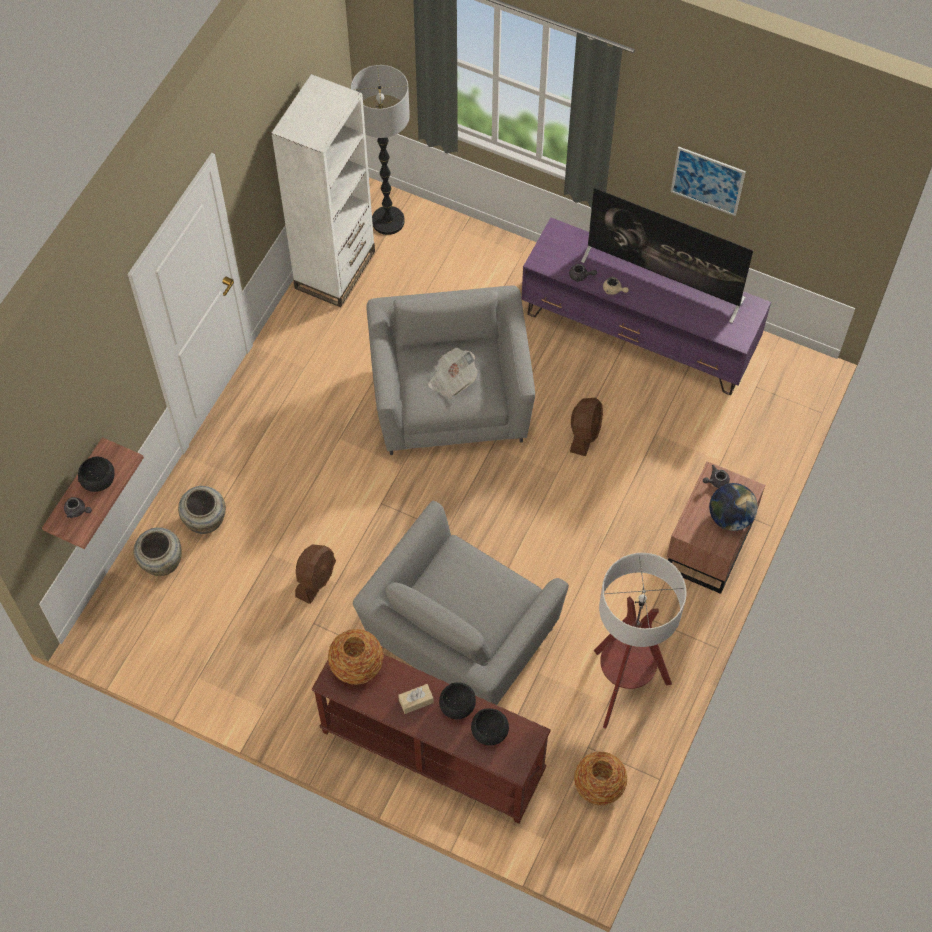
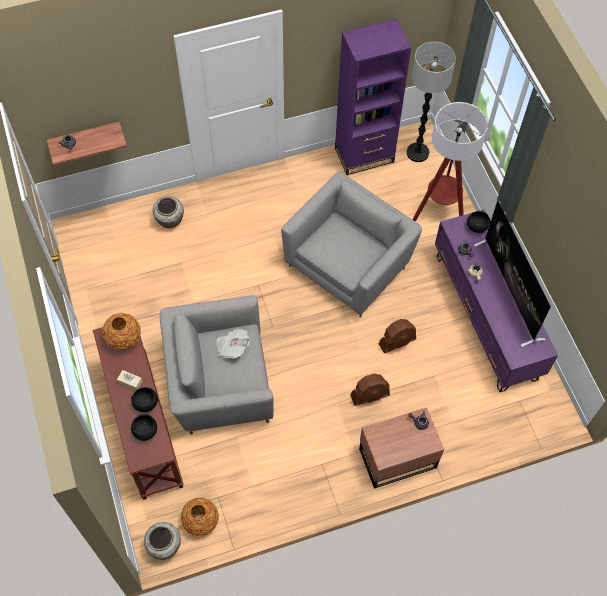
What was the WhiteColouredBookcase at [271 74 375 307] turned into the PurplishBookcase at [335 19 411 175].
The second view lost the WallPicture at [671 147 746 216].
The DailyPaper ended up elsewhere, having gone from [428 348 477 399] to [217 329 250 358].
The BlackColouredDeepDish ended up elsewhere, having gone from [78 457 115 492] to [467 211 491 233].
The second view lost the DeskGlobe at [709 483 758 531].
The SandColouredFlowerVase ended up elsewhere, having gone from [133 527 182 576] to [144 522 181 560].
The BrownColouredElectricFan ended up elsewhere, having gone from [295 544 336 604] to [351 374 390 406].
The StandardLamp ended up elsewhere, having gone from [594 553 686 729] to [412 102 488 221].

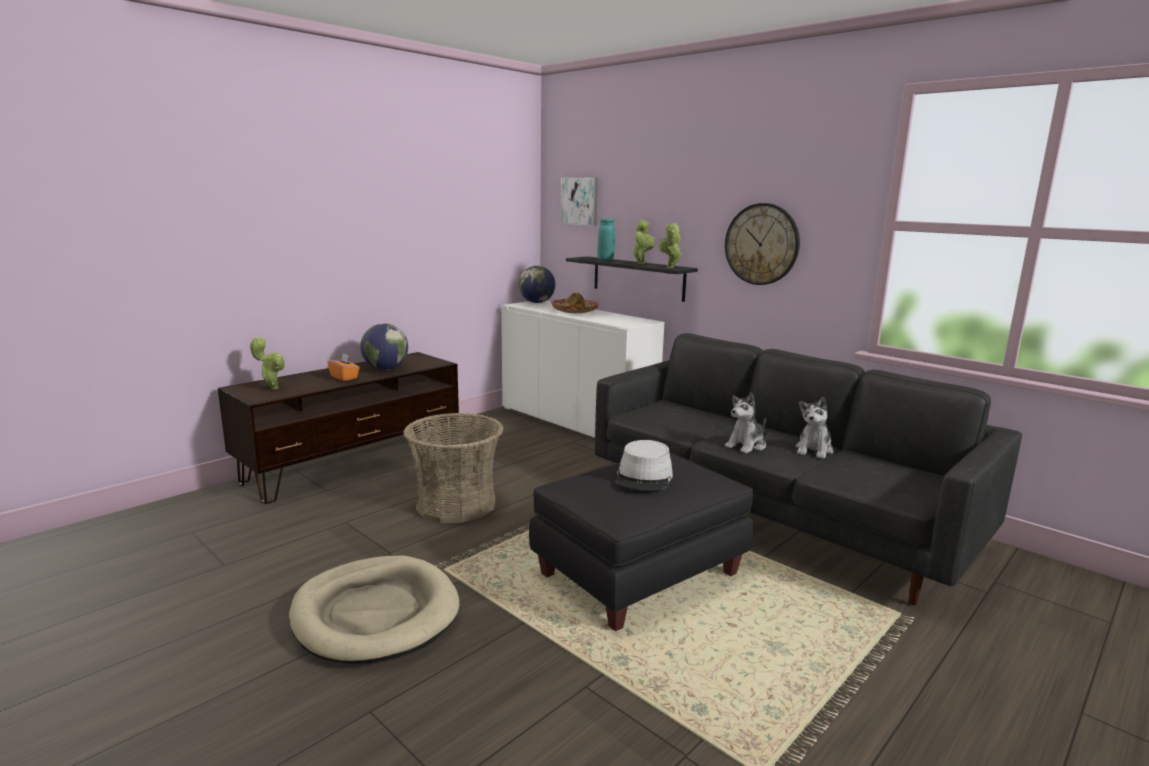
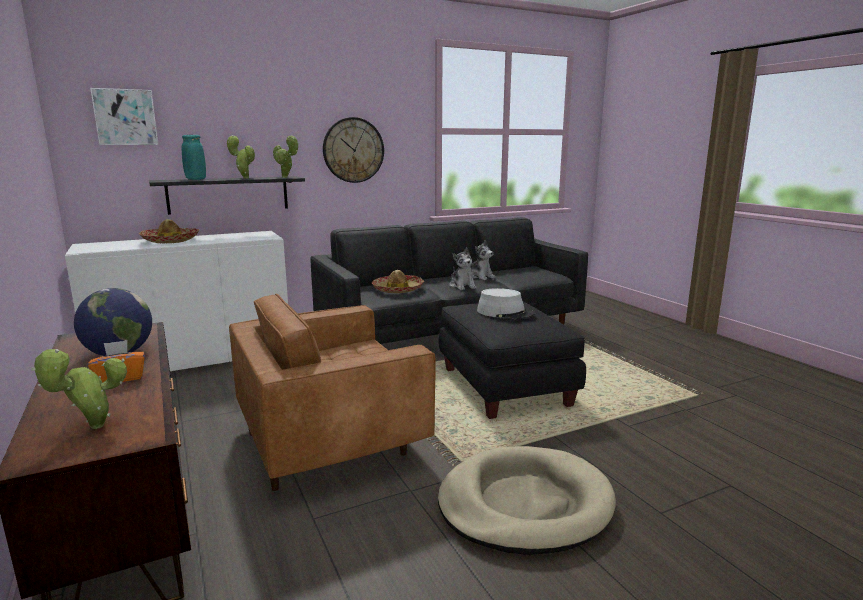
The second view lost the DeskGlobe at [519 266 556 303].
Where the StorageBasket stood at [403 413 504 523], the BrownColouredLoungeChair came to stand at [229 293 436 492].
The second view gained the WearableHat at [372 270 424 293].

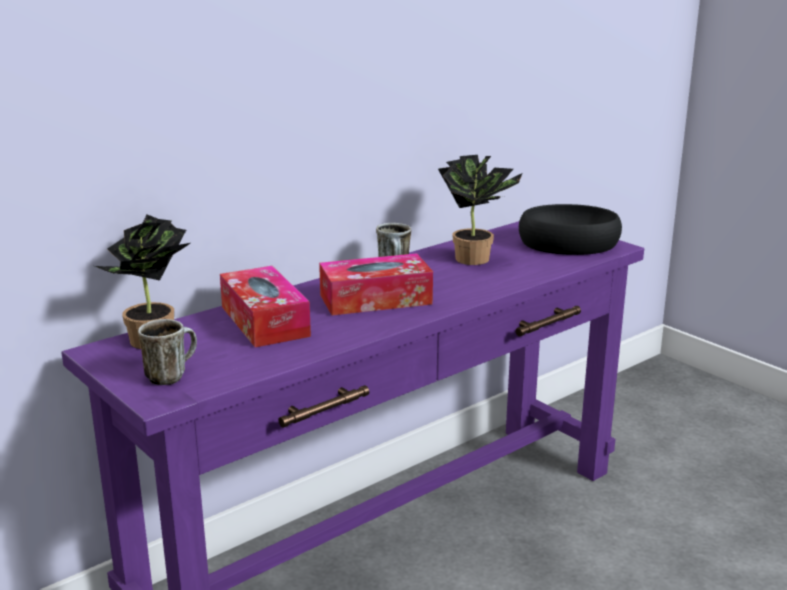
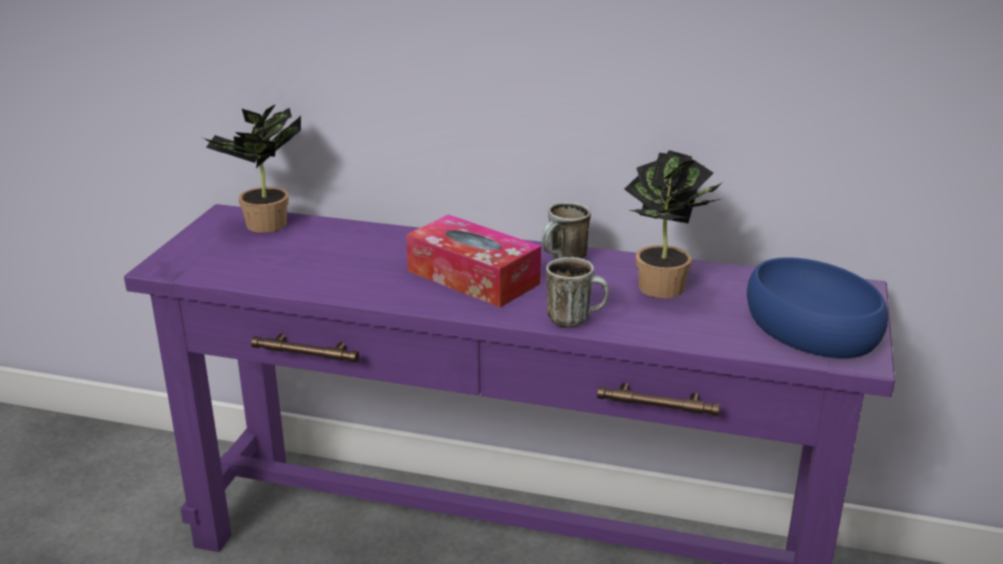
What was the BlackColouredDeepDish at [519 204 622 255] turned into the BluishDeepDish at [747 257 888 358].
The second view lost the BoxOfTissues at [220 266 311 347].
The CoffeeMug ended up elsewhere, having gone from [138 319 197 385] to [546 257 609 328].

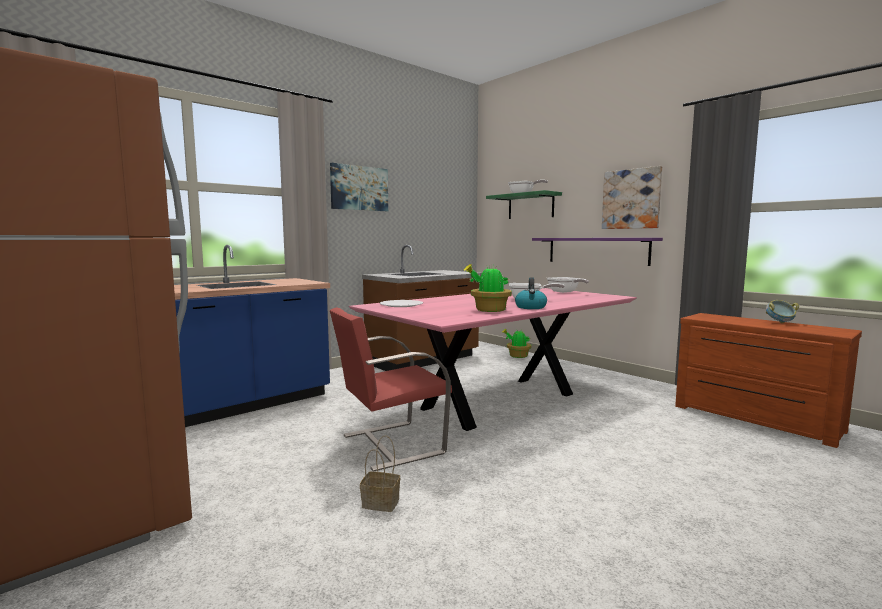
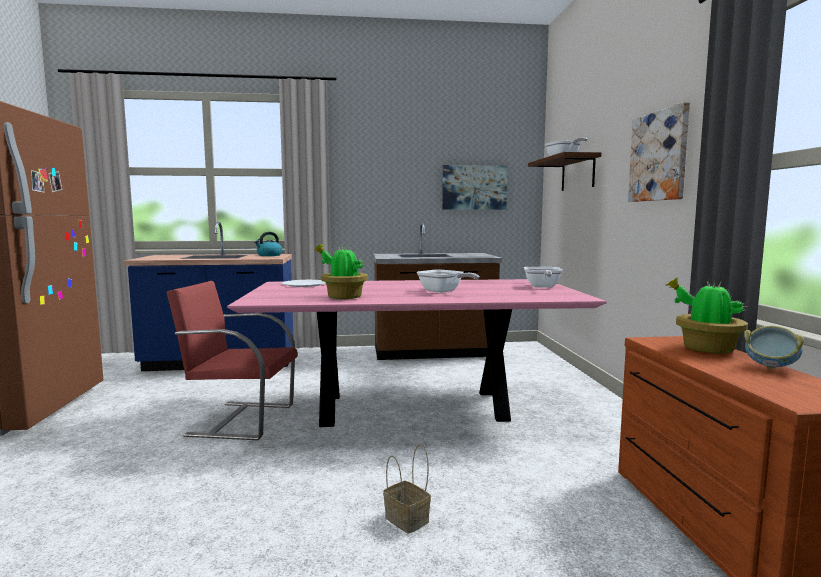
The WallPicture ended up elsewhere, having gone from [330 163 388 211] to [442 165 508 210].
What was the GreenColouredWallShelf at [486 190 562 219] turned into the BrownColouredWallShelf at [528 152 601 191].
The second view lost the PurplishWallShelf at [532 238 663 266].
The WaterKettle ended up elsewhere, having gone from [515 278 547 309] to [254 232 283 256].
The Houseplant ended up elsewhere, having gone from [502 329 532 358] to [665 277 748 354].
The StorageBasket ended up elsewhere, having gone from [360 435 400 512] to [383 444 431 534].

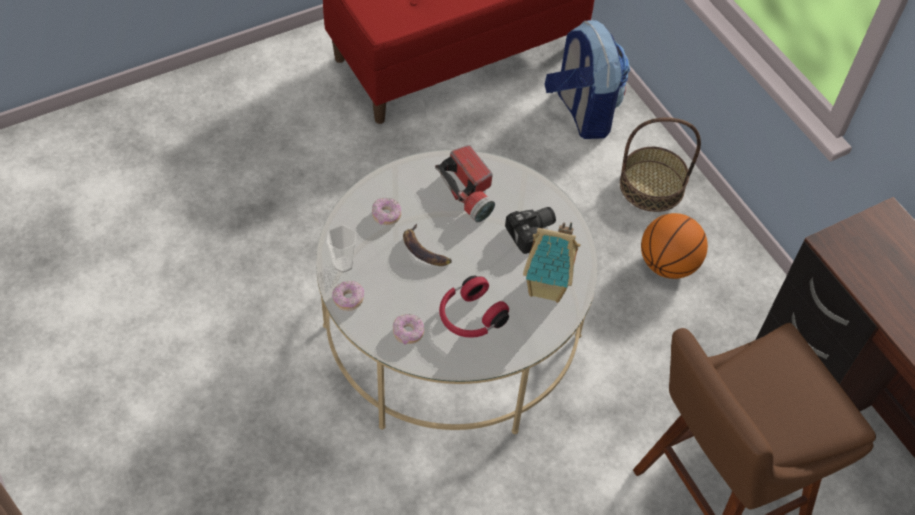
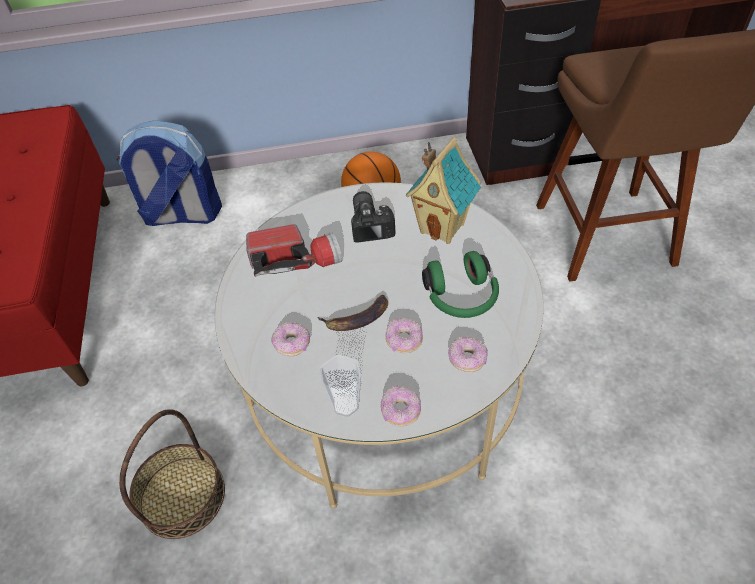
The StorageBasket ended up elsewhere, having gone from [620 118 701 212] to [119 409 225 539].
What was the RedColouredHeadphones at [439 276 509 338] turned into the GreenColouredHeadphones at [422 251 499 318].
The second view gained the RingDoughnut at [385 318 423 353].

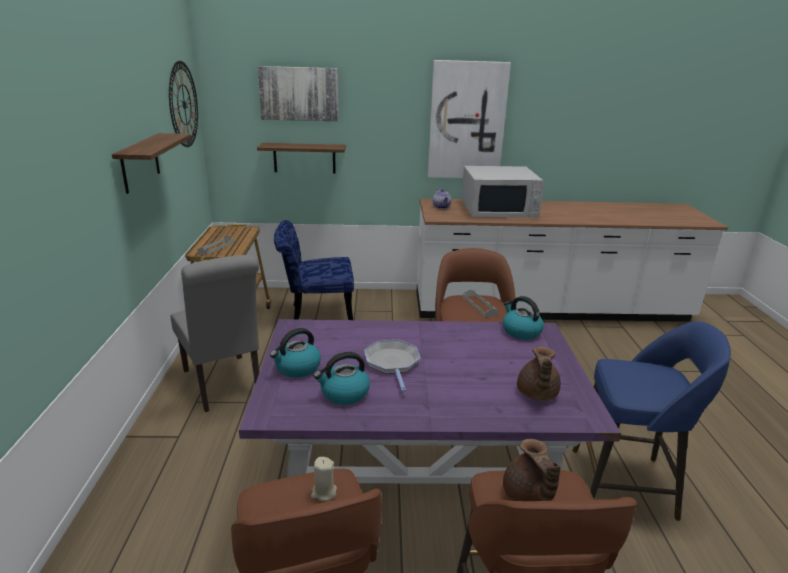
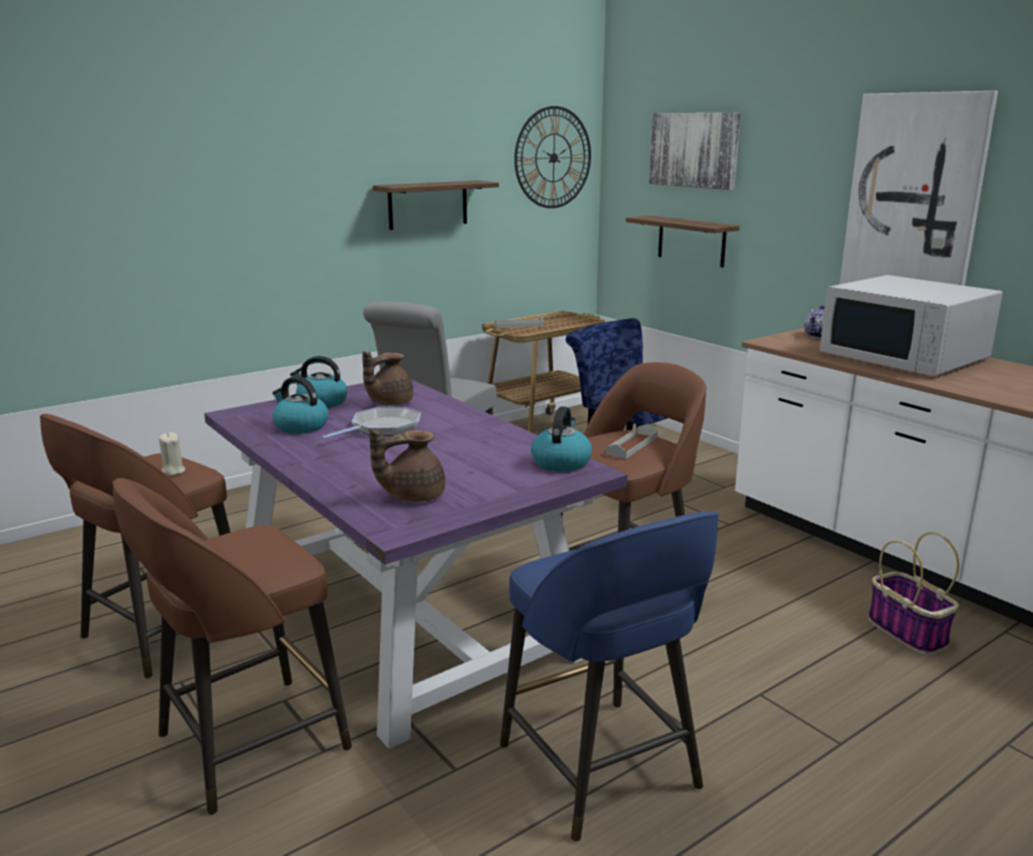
The BrownColouredPotForTea ended up elsewhere, having gone from [503 439 561 501] to [362 351 413 406].
The second view gained the StorageBasket at [868 532 959 655].

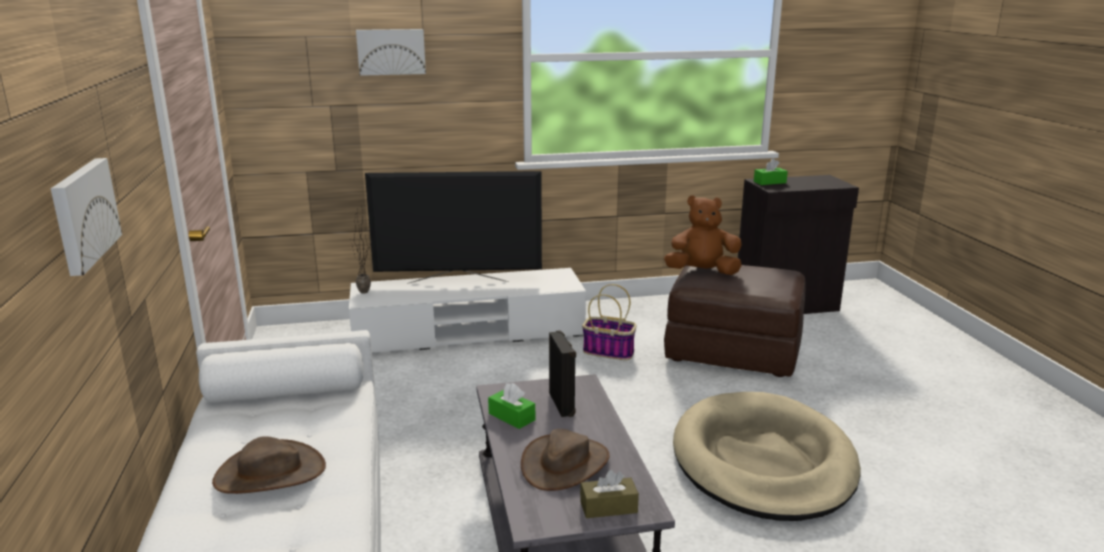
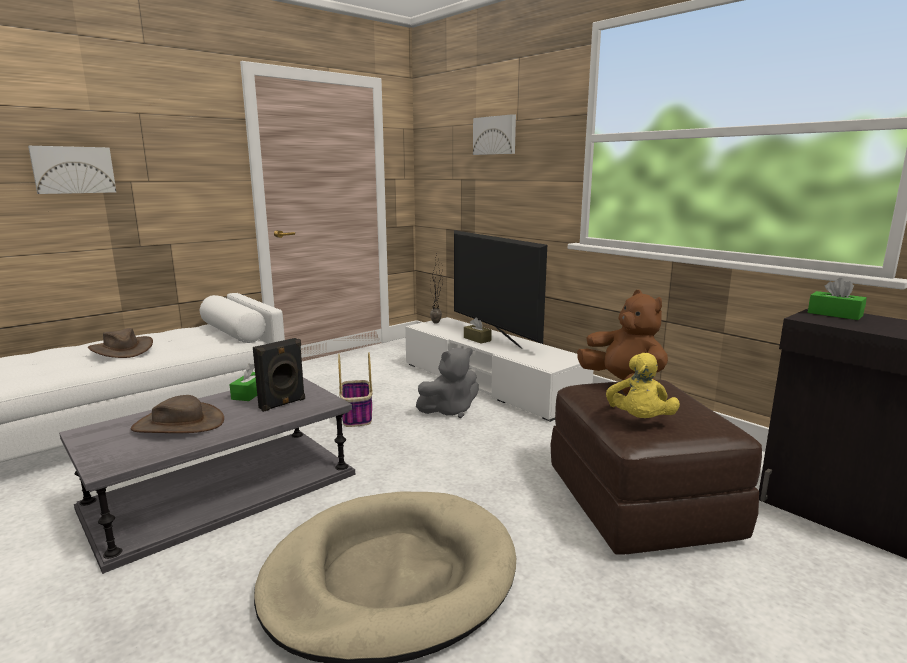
The StorageBasket ended up elsewhere, having gone from [582 284 636 360] to [338 352 373 427].
The BrownColouredBoxOfTissues ended up elsewhere, having gone from [580 470 639 518] to [464 318 492 344].
The second view gained the GreyPlushToy at [416 348 478 418].
The second view gained the YellowishPlushToy at [606 353 680 418].

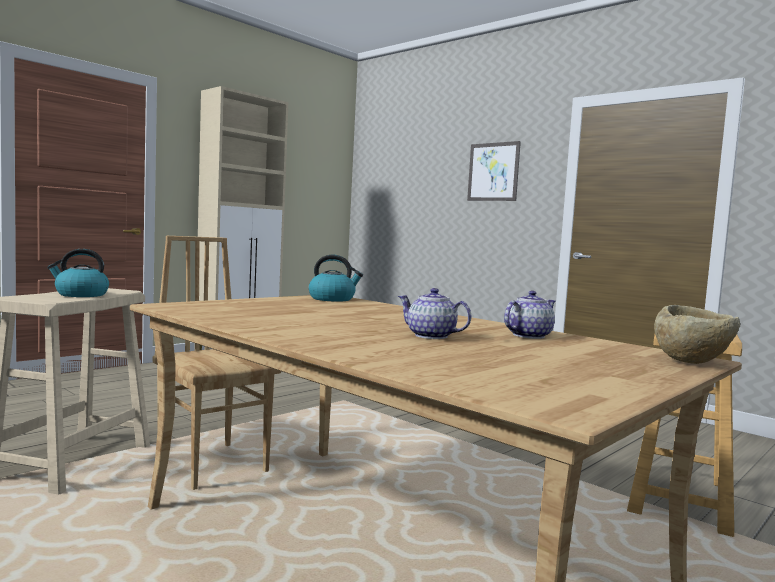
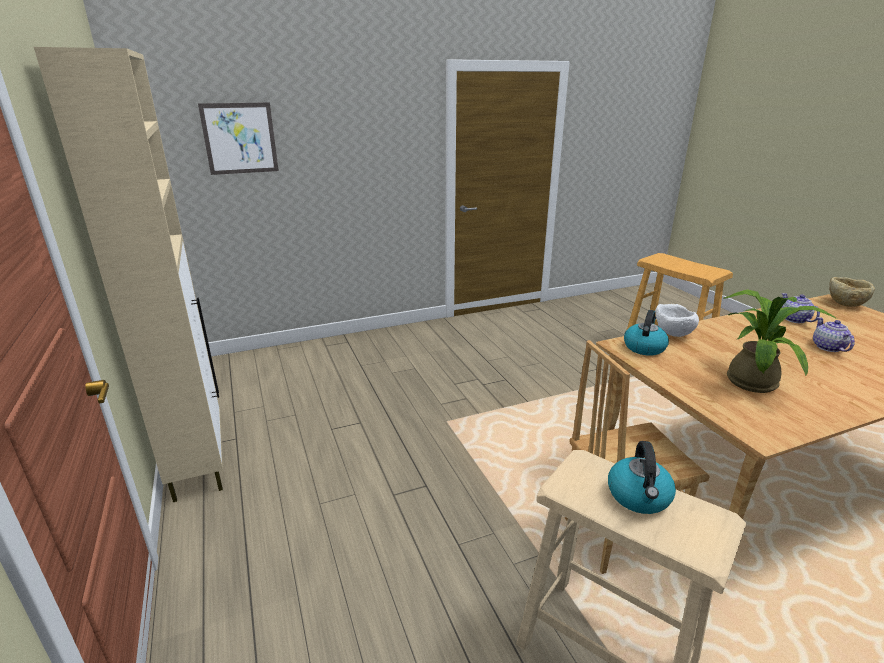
The WallPicture ended up elsewhere, having gone from [467 141 521 201] to [198 102 279 175].
The PotForTea at [398 288 472 339] ended up facing another way, 120 degrees clockwise from before.
The second view gained the Houseplant at [724 289 837 393].
The second view gained the WhiteColouredDeepDish at [655 304 699 337].

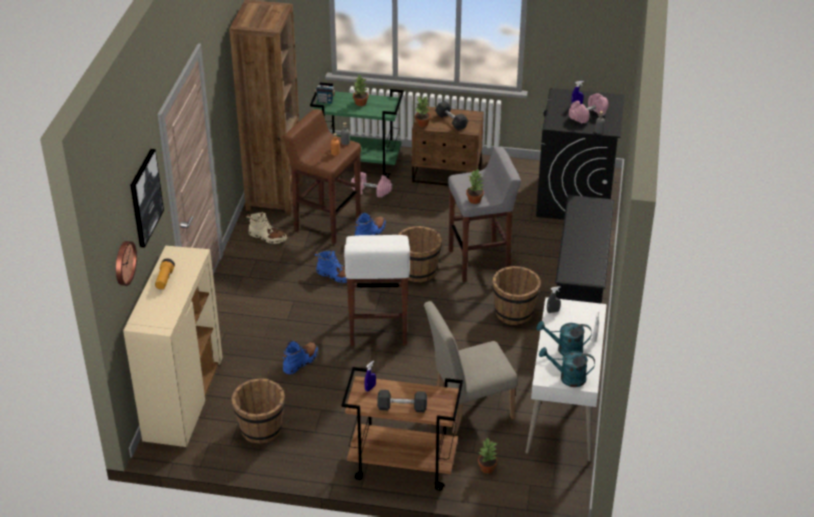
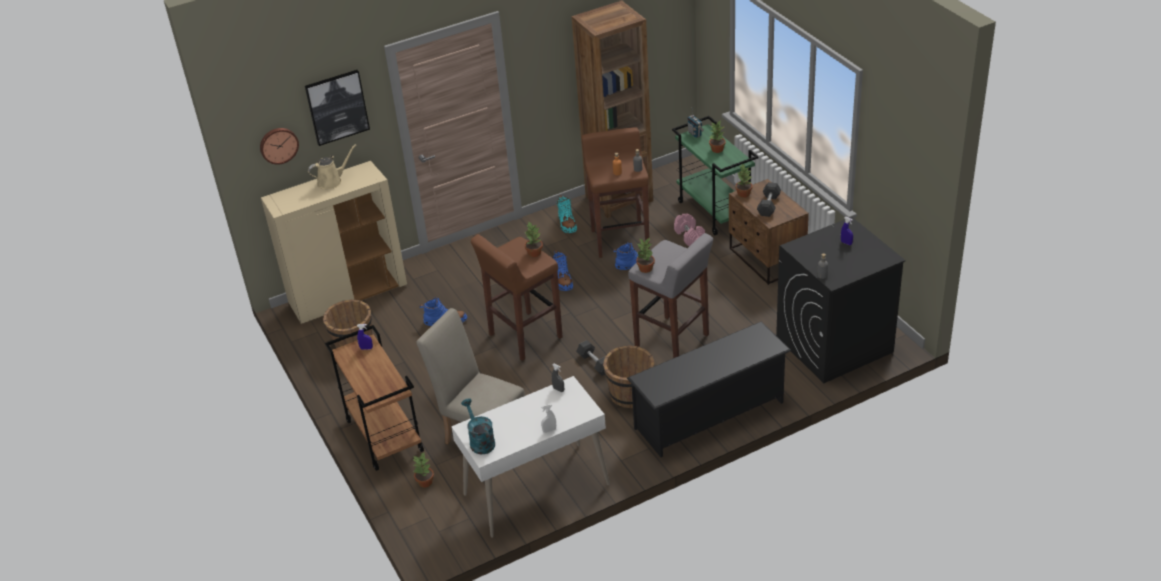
The second view lost the PinkColouredDumbbell at [569 93 609 124].
What was the SandColouredTallBoot at [246 212 287 244] turned into the TurquoiseTallBoot at [557 195 577 233].
The second view lost the BrownColouredWaterBucket at [398 226 442 282].
What was the WhiteColouredStoolSeat at [344 235 410 346] turned into the BrownColouredStoolSeat at [471 234 563 361].
Where the Flashlight stood at [155 258 175 289], the SandColouredWateringCan came to stand at [308 144 356 189].
The second view lost the TurquoiseWateringCan at [536 321 592 356].
The GreyDumbbell ended up elsewhere, having gone from [377 390 427 412] to [576 340 605 376].
The second view gained the Houseplant at [525 222 543 257].

